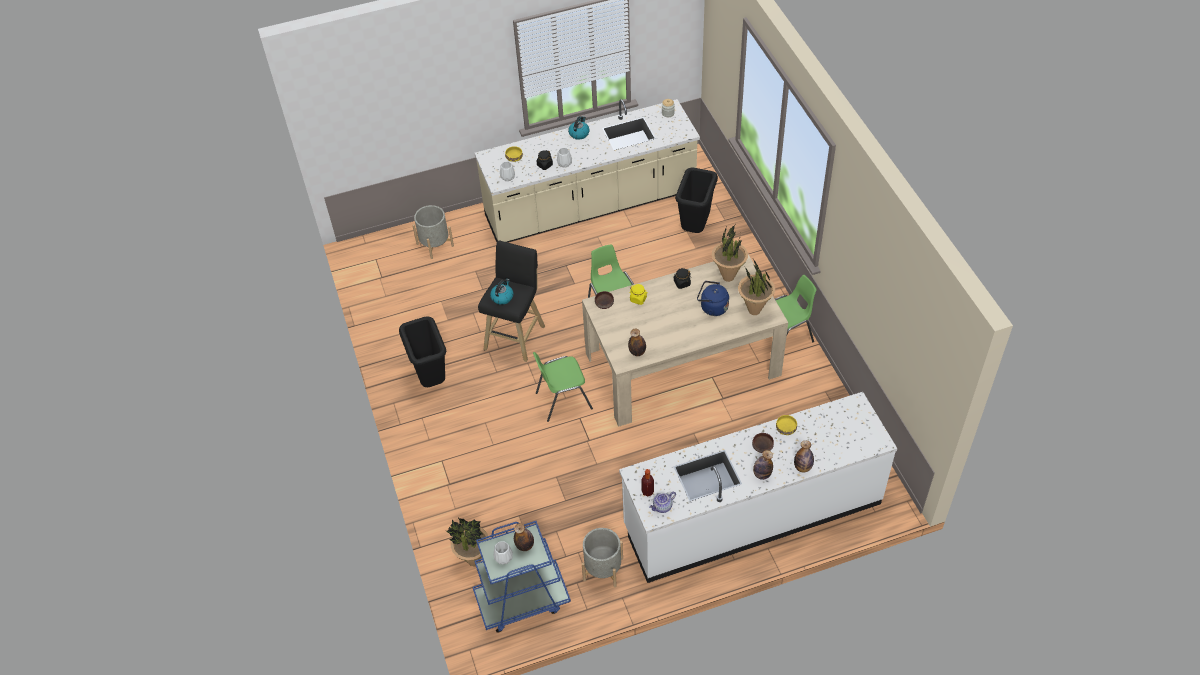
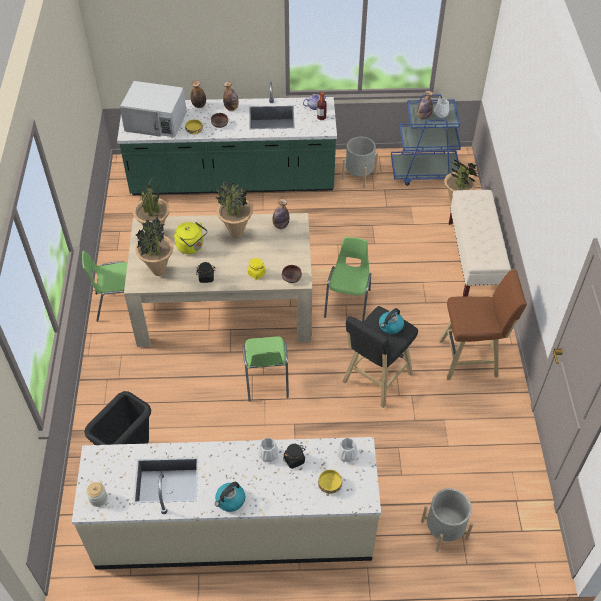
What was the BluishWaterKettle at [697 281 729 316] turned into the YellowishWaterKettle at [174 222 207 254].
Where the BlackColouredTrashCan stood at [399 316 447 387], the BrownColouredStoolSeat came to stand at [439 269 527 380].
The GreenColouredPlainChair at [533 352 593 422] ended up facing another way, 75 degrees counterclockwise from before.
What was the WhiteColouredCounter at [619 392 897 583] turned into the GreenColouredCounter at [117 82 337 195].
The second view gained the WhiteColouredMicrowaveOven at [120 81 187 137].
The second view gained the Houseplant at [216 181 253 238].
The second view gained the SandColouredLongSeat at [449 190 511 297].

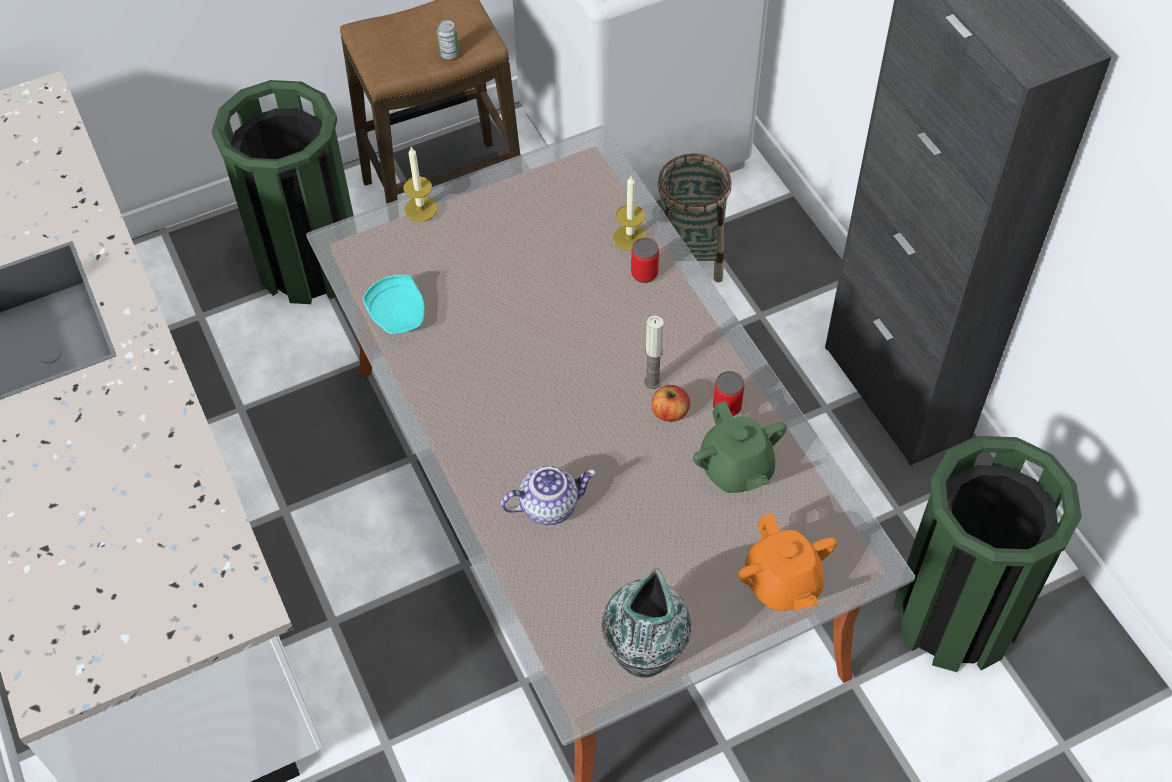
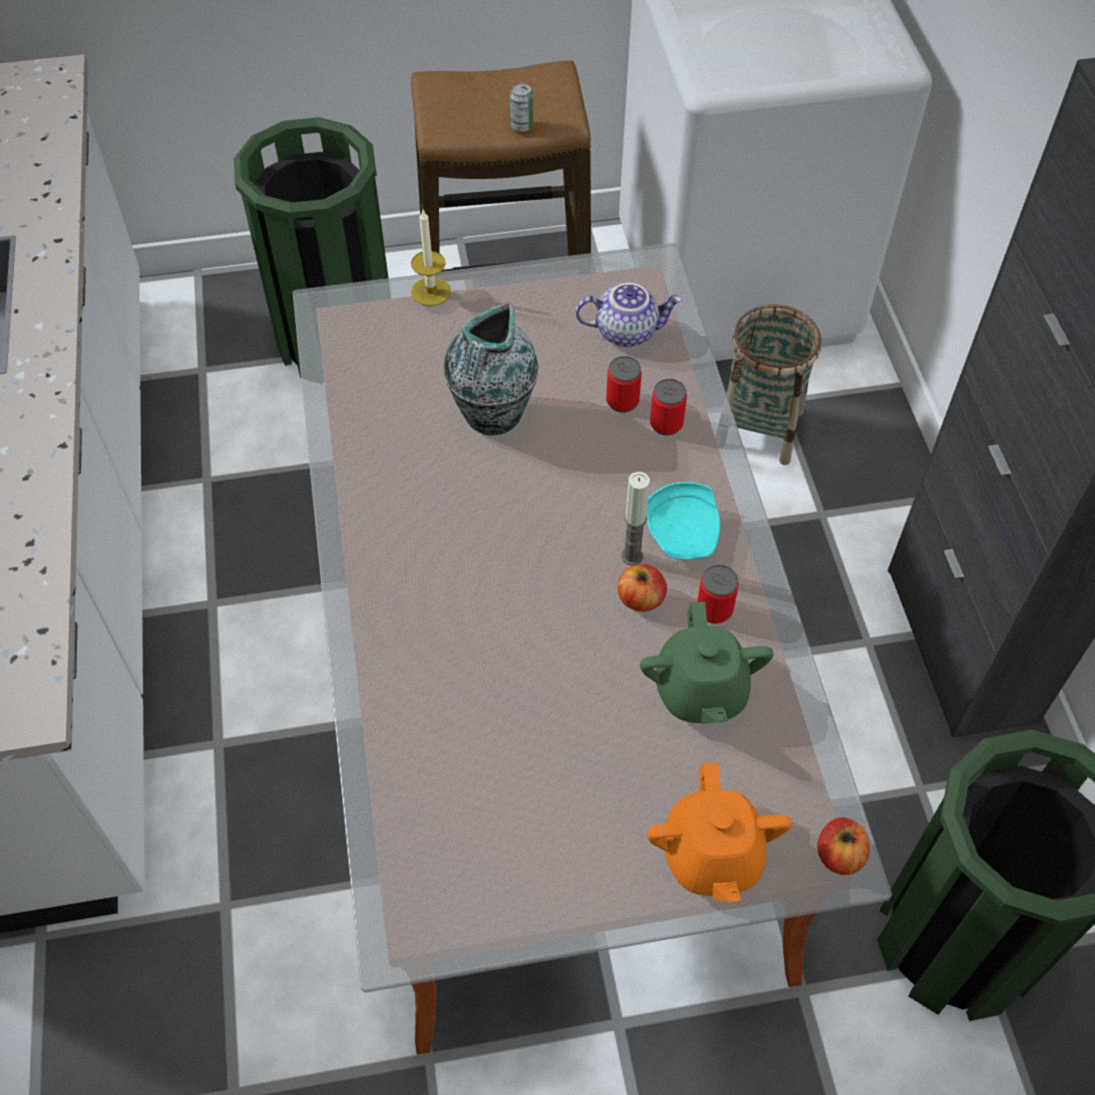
The second view lost the WaxLight at [613 176 647 251].
The TurquoisePlate ended up elsewhere, having gone from [363 275 425 334] to [647 482 720 560].
The PotForTea ended up elsewhere, having gone from [501 466 596 525] to [575 283 682 347].
The FlowerVase ended up elsewhere, having gone from [601 568 692 678] to [444 302 539 436].
The second view gained the MetalCan at [606 356 642 413].
The second view gained the WholeApple at [817 817 870 875].

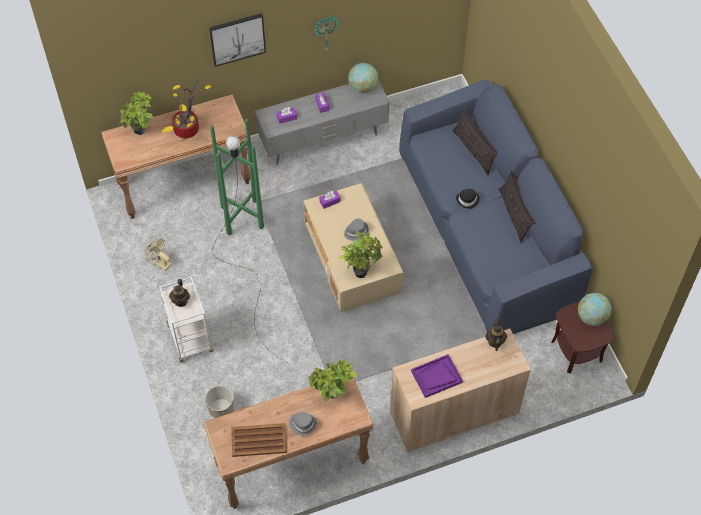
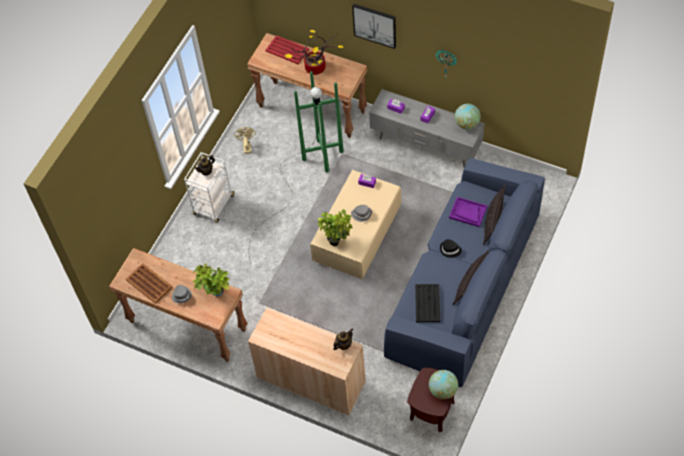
Where the Houseplant stood at [119 92 153 135], the RedColouredServingTray came to stand at [265 35 309 64].
The PurplishServingTray ended up elsewhere, having gone from [411 354 463 398] to [449 197 487 227].
The second view lost the PlantPot at [205 385 234 418].
The second view gained the BlackColouredServingTray at [415 284 440 322].

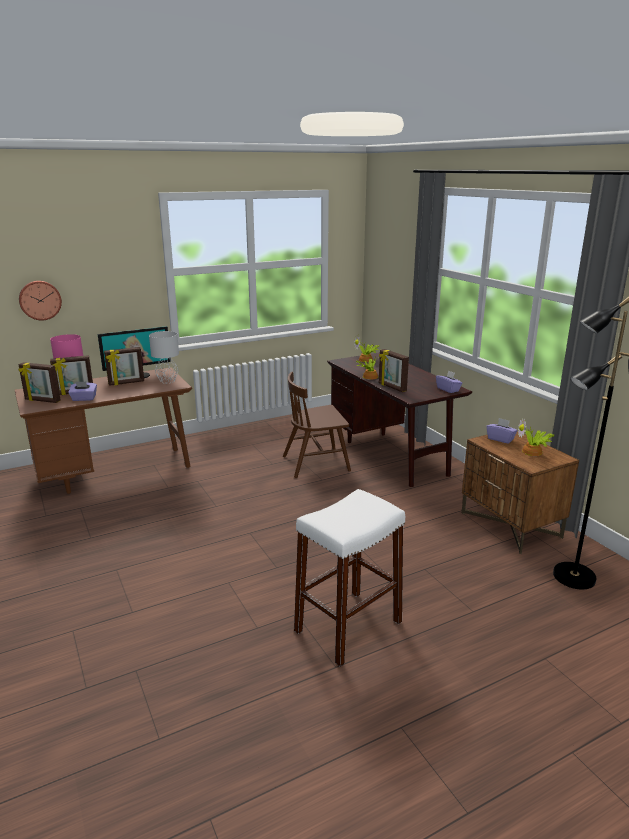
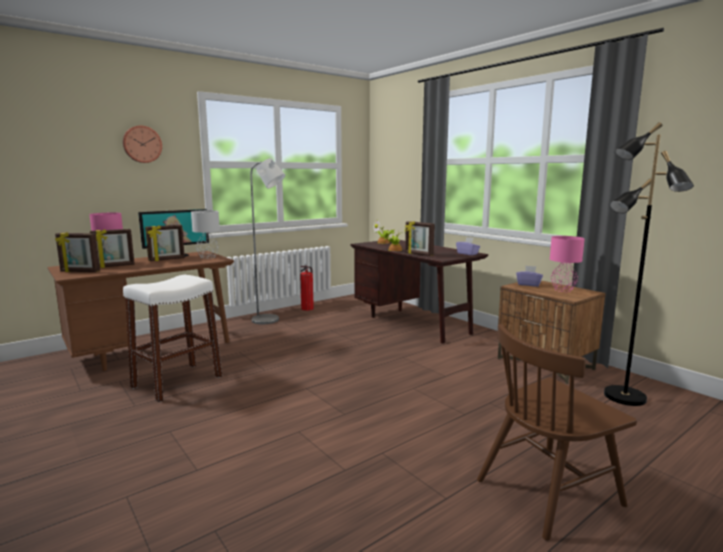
The ClockOnTheWall ended up elsewhere, having gone from [19 281 62 320] to [123 126 162 163].
The BrownColouredPlainChair ended up elsewhere, having gone from [283 372 351 478] to [477 324 637 541].
The second view lost the PurplishBoxOfTissues at [68 382 97 401].
Where the Houseplant stood at [518 418 554 456], the PinkColouredTableLamp came to stand at [550 236 585 292].
The WhiteColouredStoolSeat ended up elsewhere, having gone from [294 489 405 666] to [123 275 222 402].
The second view gained the GreyStandardLamp at [250 158 285 324].
The second view gained the FireExtinguisher at [300 266 314 311].

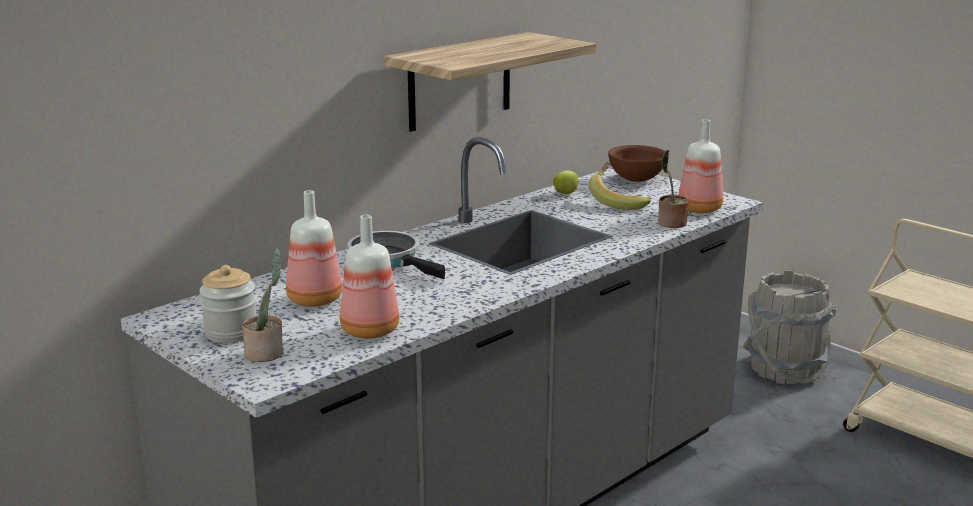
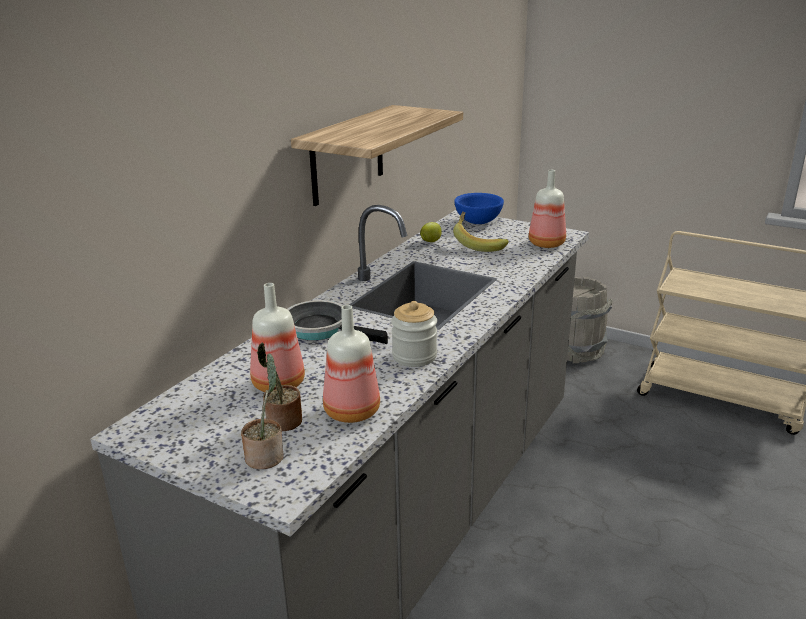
What was the BrownColouredDeepDish at [608 145 665 182] turned into the BluishDeepDish at [454 193 504 224].
The Houseplant ended up elsewhere, having gone from [658 150 689 228] to [257 343 302 431].
The PreserveJar ended up elsewhere, having gone from [200 265 257 343] to [391 301 437 367].

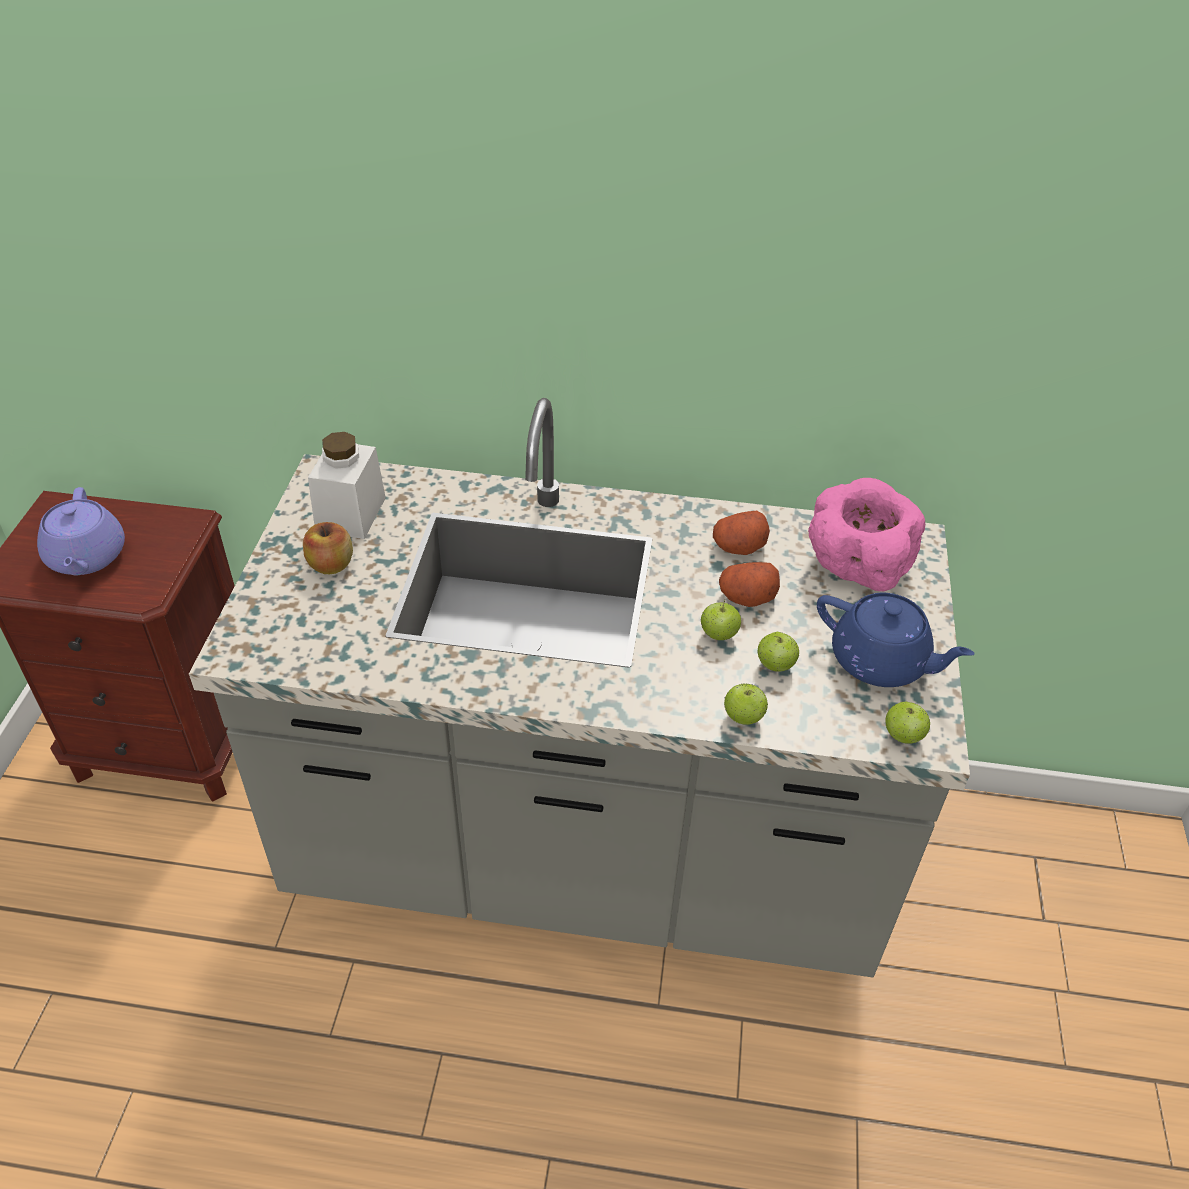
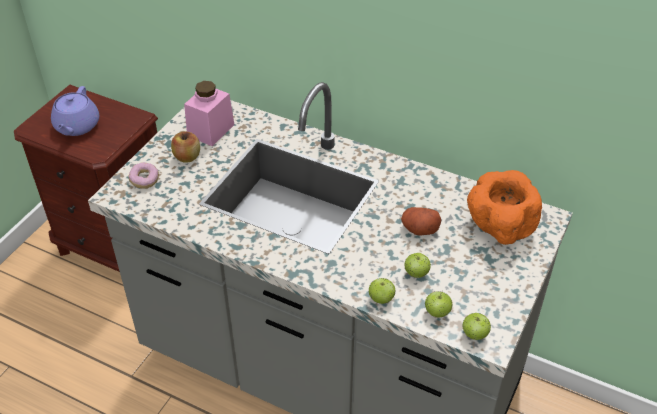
What was the WhiteColouredPreserveJar at [308 432 386 539] turned into the PinkColouredPreserveJar at [184 81 234 146].
What was the PinkColouredDeepDish at [808 478 925 591] turned into the OrangeColouredDeepDish at [467 170 542 245].
The second view lost the Spud at [713 511 770 555].
The second view lost the BluishPotForTea at [817 593 975 687].
The WholeApple ended up elsewhere, having gone from [701 599 741 640] to [425 291 452 317].
The second view gained the RingDoughnut at [128 162 159 189].

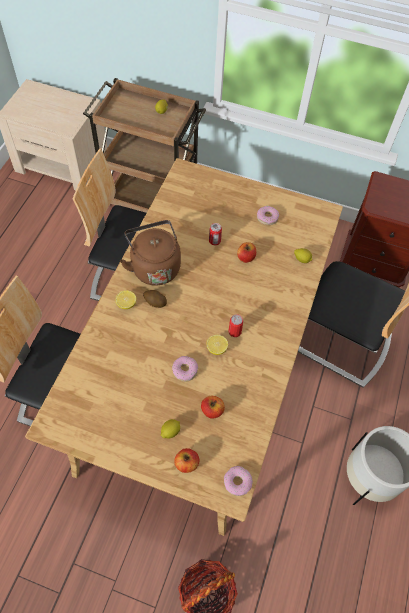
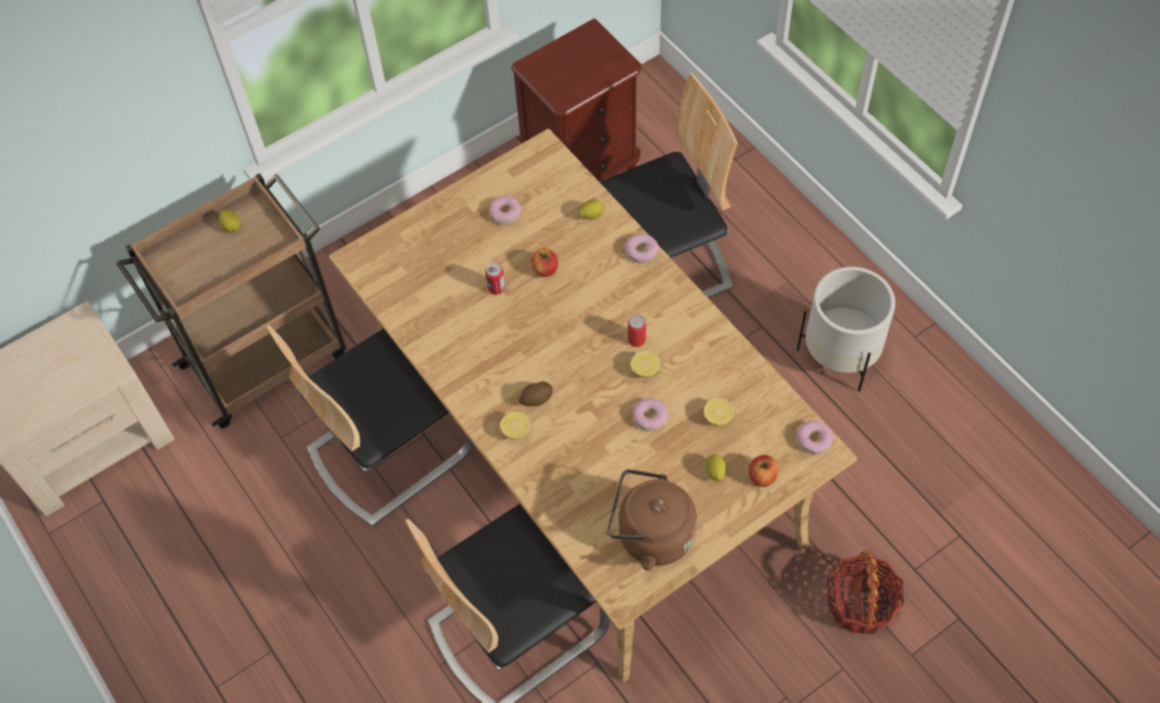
The BrownColouredWaterKettle ended up elsewhere, having gone from [120 220 181 286] to [608 469 697 571].
Where the WholeApple stood at [201 396 225 419], the CitrusFruit came to stand at [704 398 734 426].
The second view gained the RingDoughnut at [626 234 658 263].

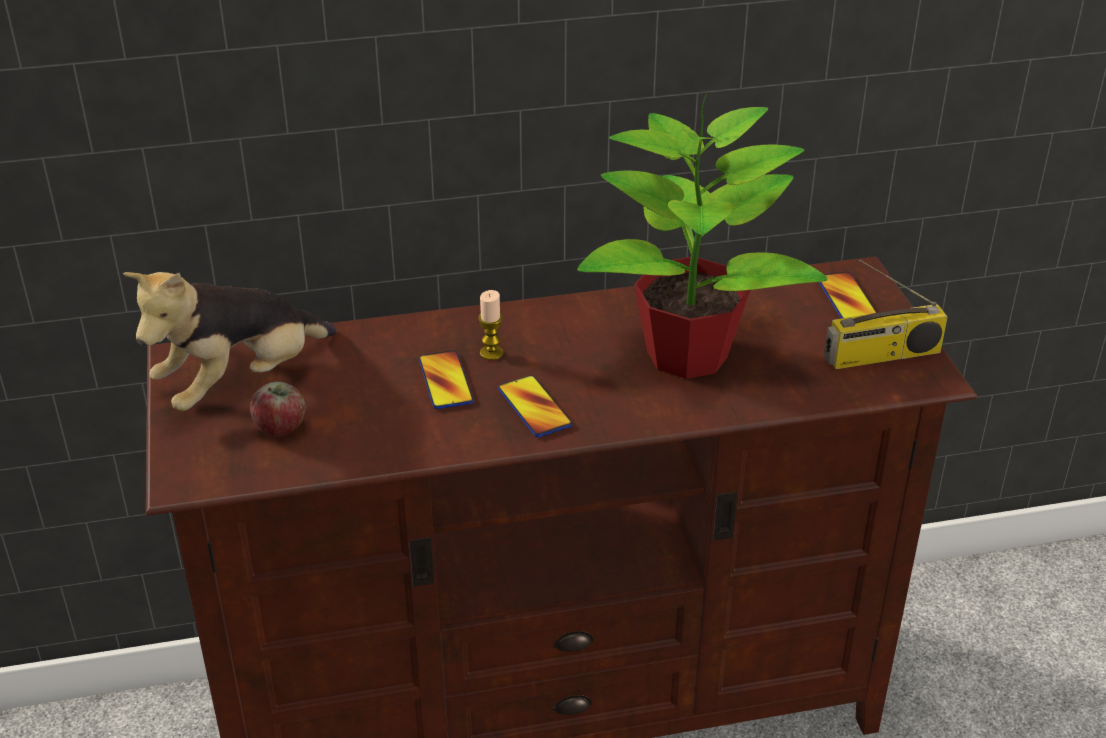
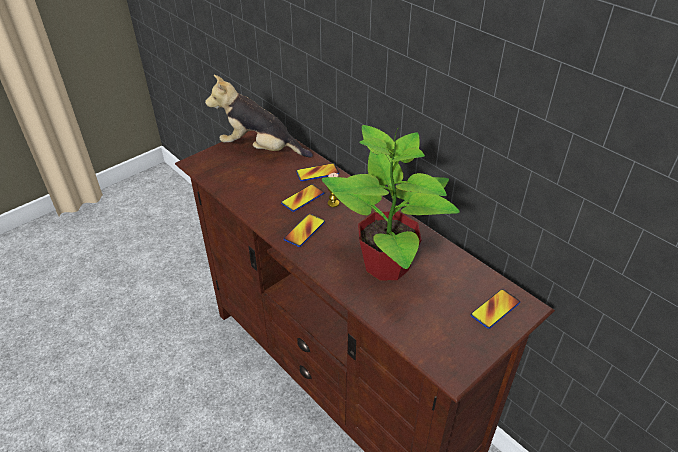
The second view lost the Radio at [824 259 948 369].
The second view lost the WholeApple at [250 381 306 436].
The second view gained the Phone at [296 163 339 181].

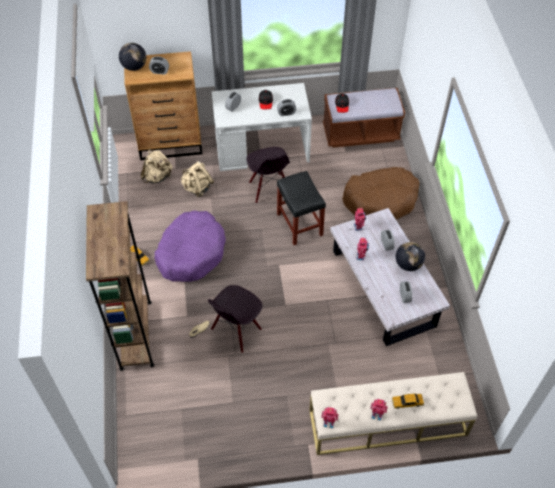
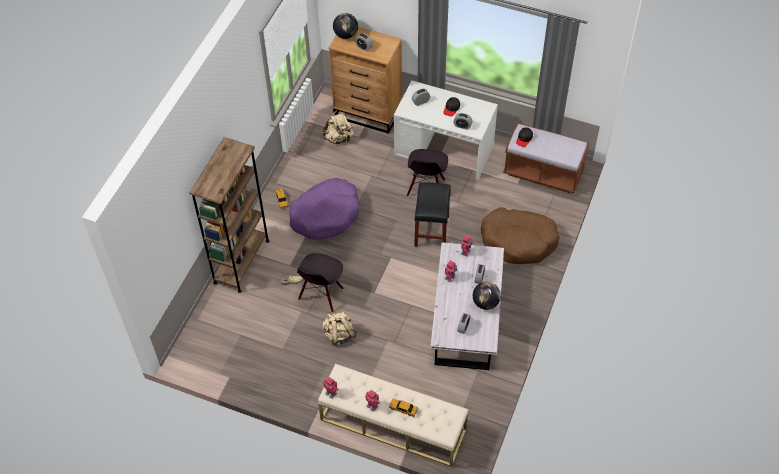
The SandColouredBackpack ended up elsewhere, having gone from [180 161 214 197] to [323 312 357 346].
The BlackColouredPlainChair at [208 285 263 353] ended up facing another way, 45 degrees counterclockwise from before.

